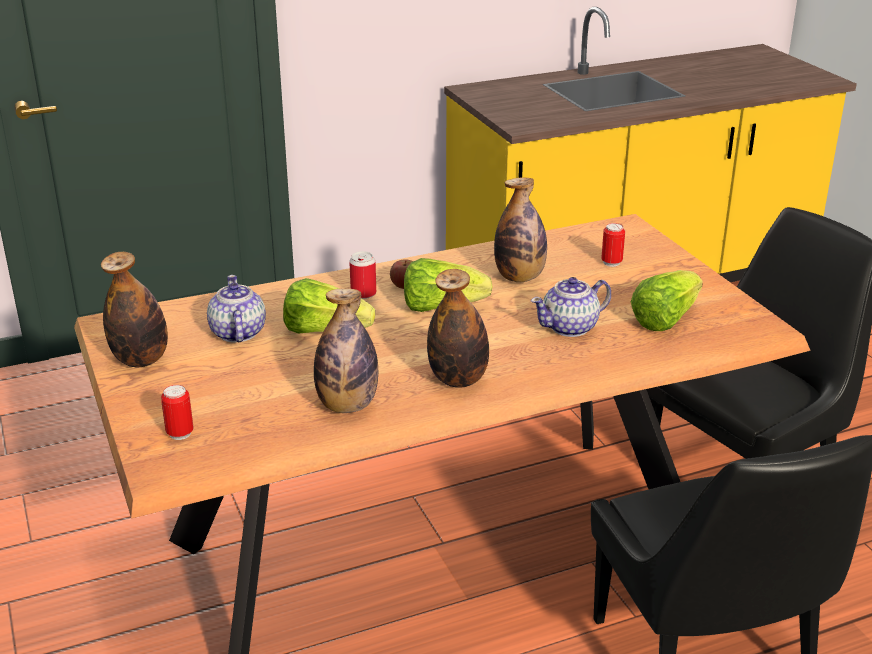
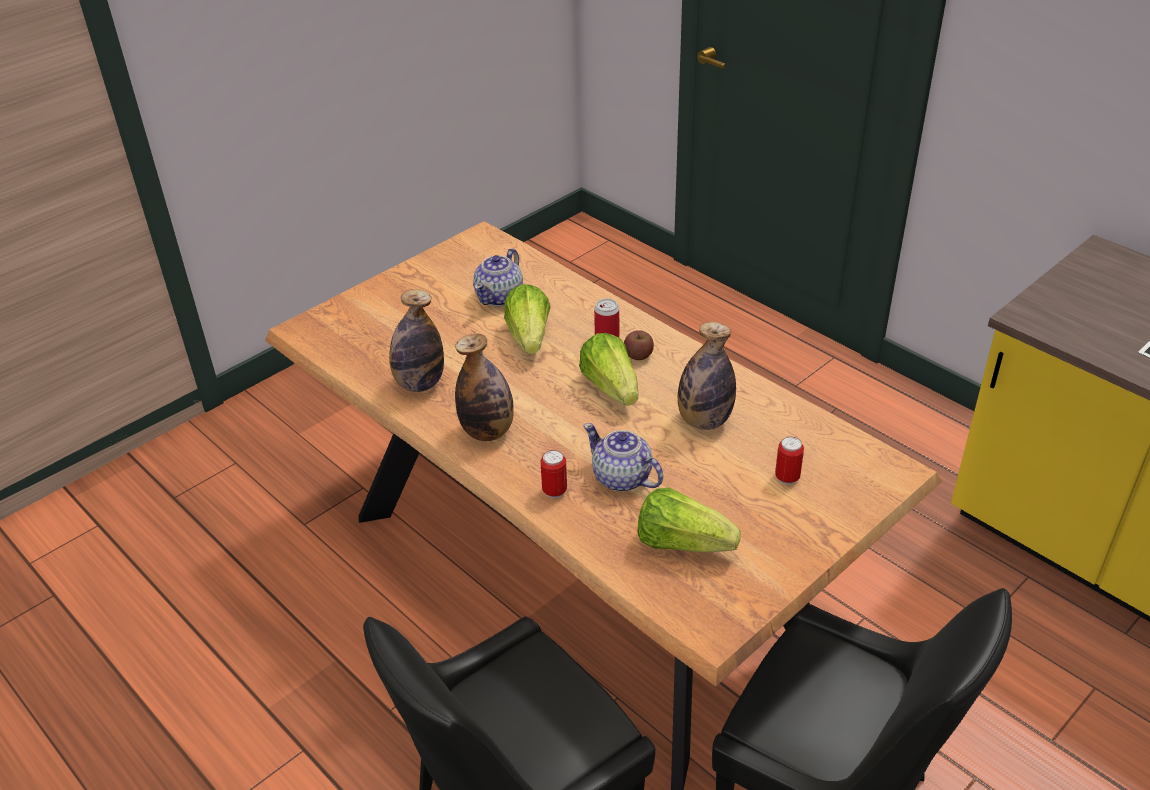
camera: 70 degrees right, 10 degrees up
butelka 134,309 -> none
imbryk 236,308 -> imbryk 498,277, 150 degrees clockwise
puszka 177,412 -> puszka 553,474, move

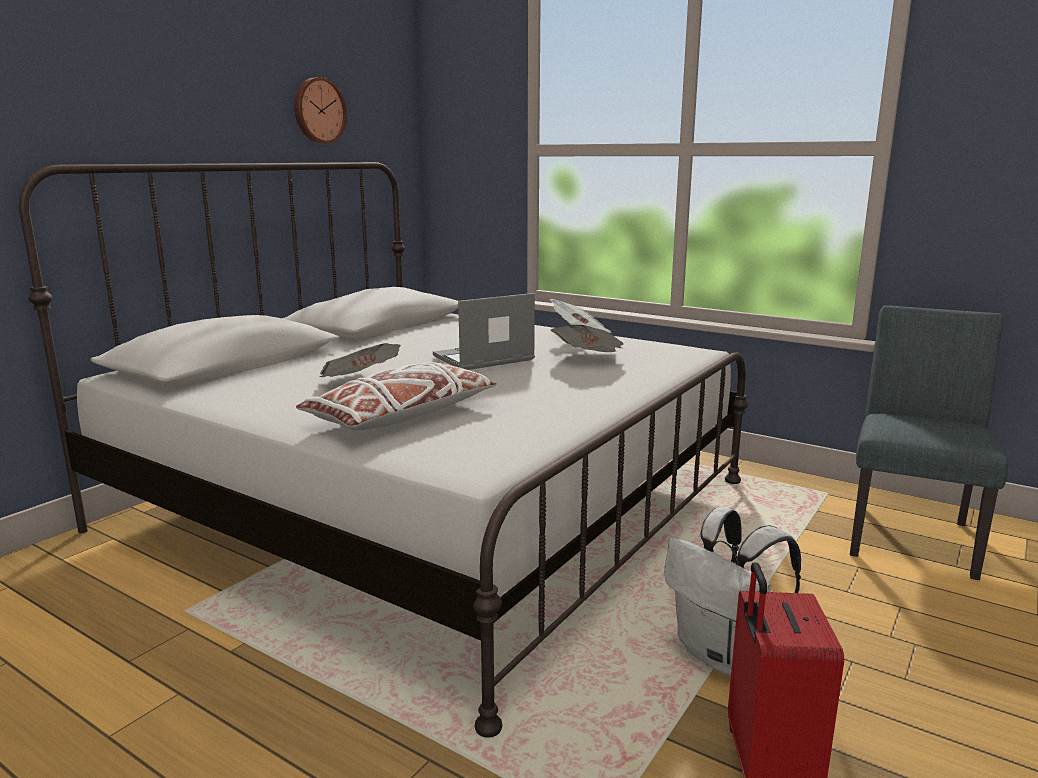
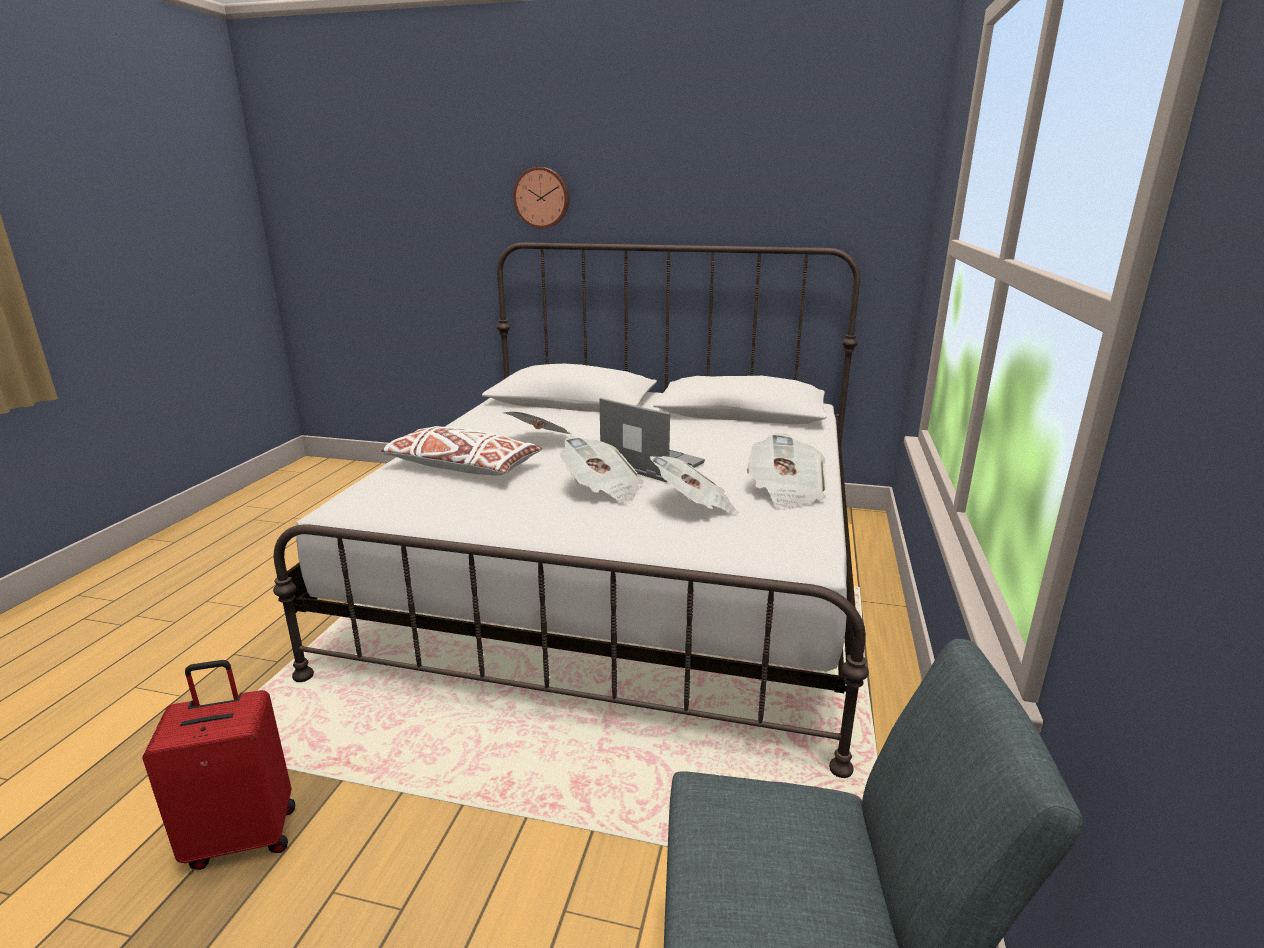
camera: 70 degrees right, 5 degrees up
zegar ścienny 320,110 -> zegar ścienny 541,197, move
plecak (biały) 732,591 -> none
none -> gazeta 601,470

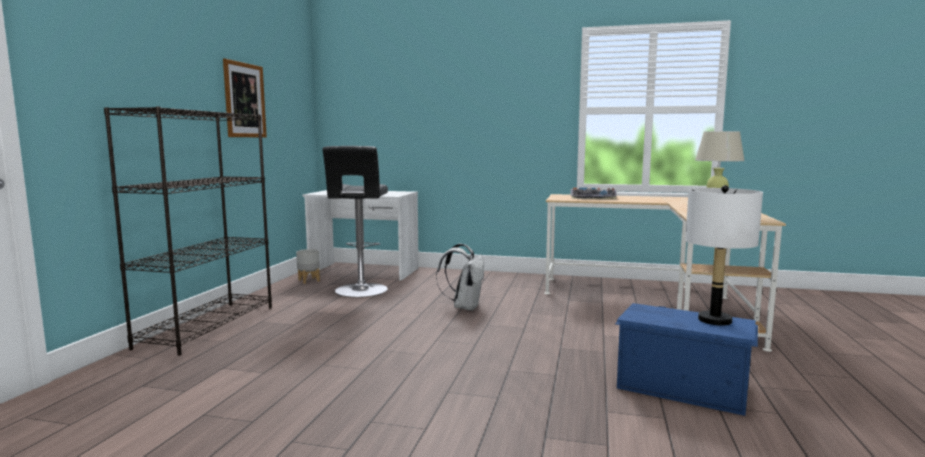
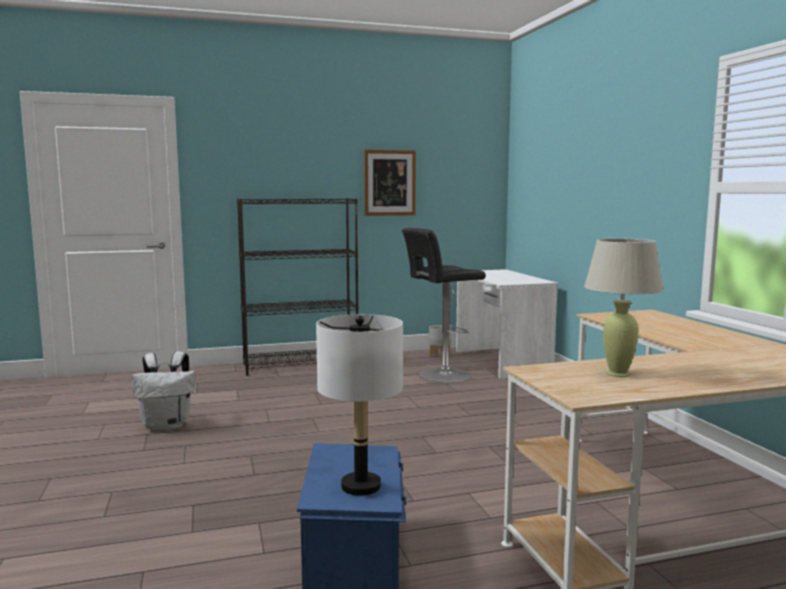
camera: 60 degrees right, 0 degrees up
klawiatura 594,193 -> none
plecak (biały) 460,277 -> plecak (biały) 163,391, move

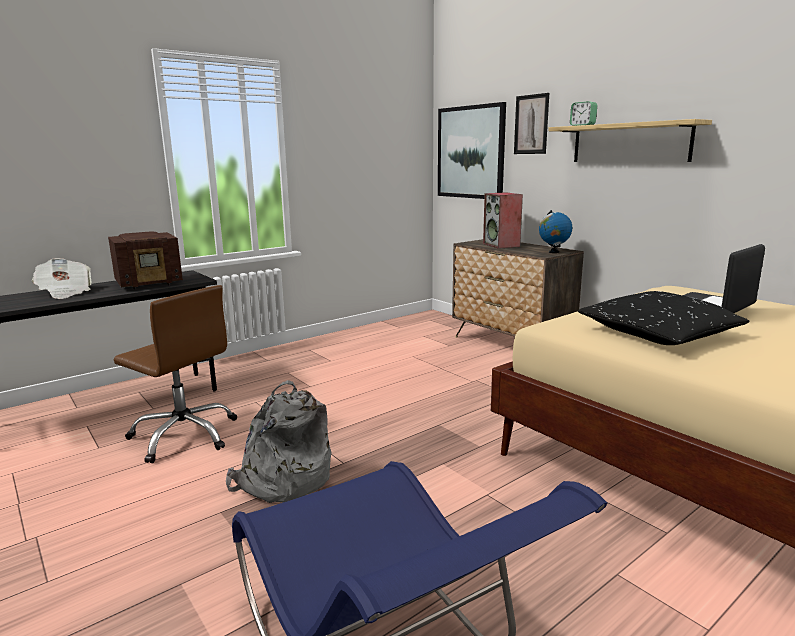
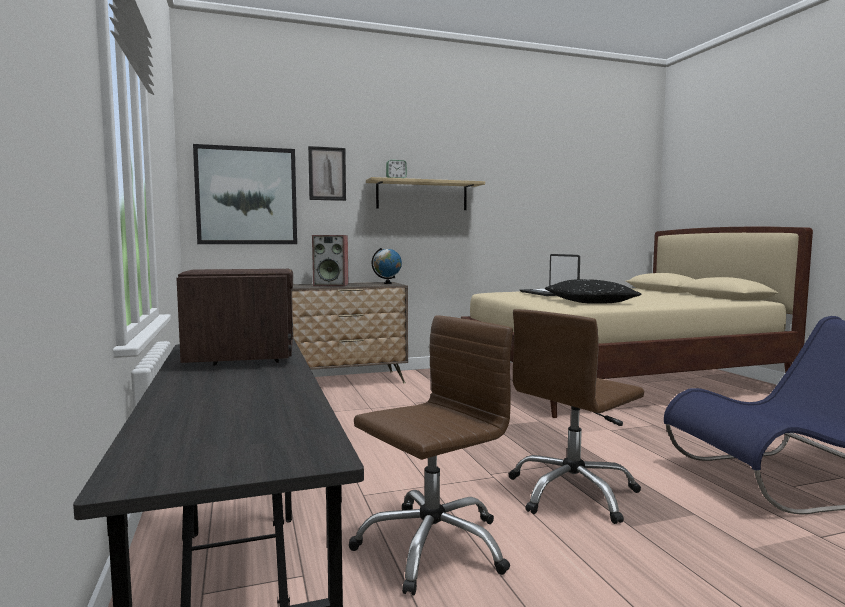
camera: 70 degrees left, 10 degrees down
gazeta 62,278 -> none
plecak (szary) 279,441 -> krzesło biurowe (brązowy) 576,416

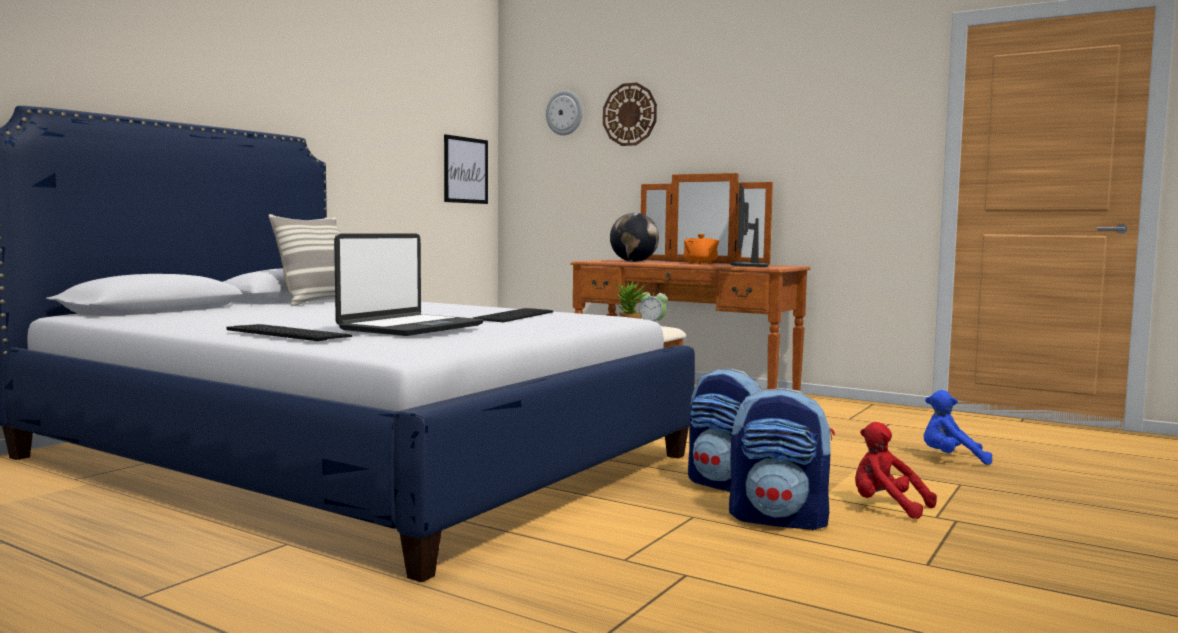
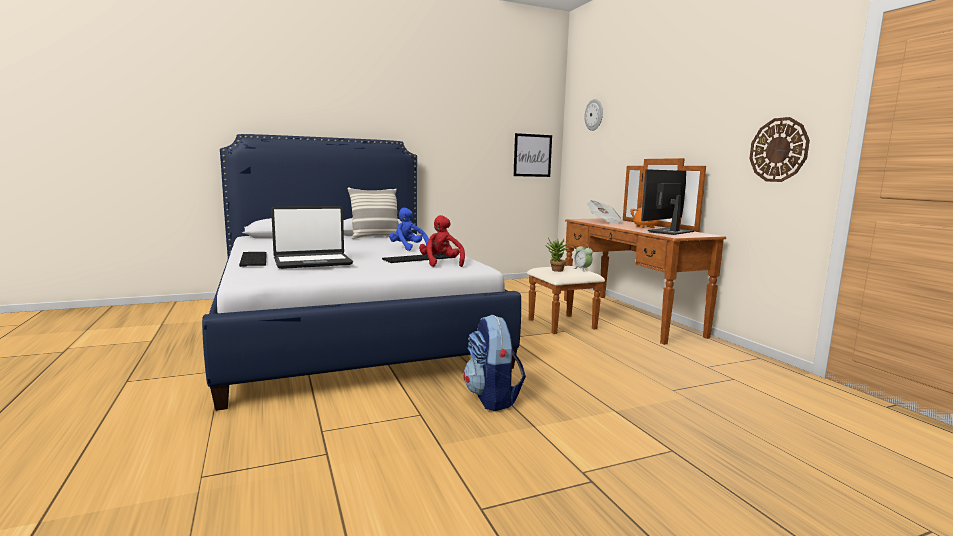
camera: 35 degrees right, 5 degrees up
zegar ścienny 630,114 -> zegar ścienny 779,149, move
globus 634,237 -> gazeta 605,212
plecak 782,459 -> none
pluszak (niebieski) 957,427 -> pluszak (niebieski) 409,229, move
pluszak (czerwony) 896,470 -> pluszak (czerwony) 442,241, move

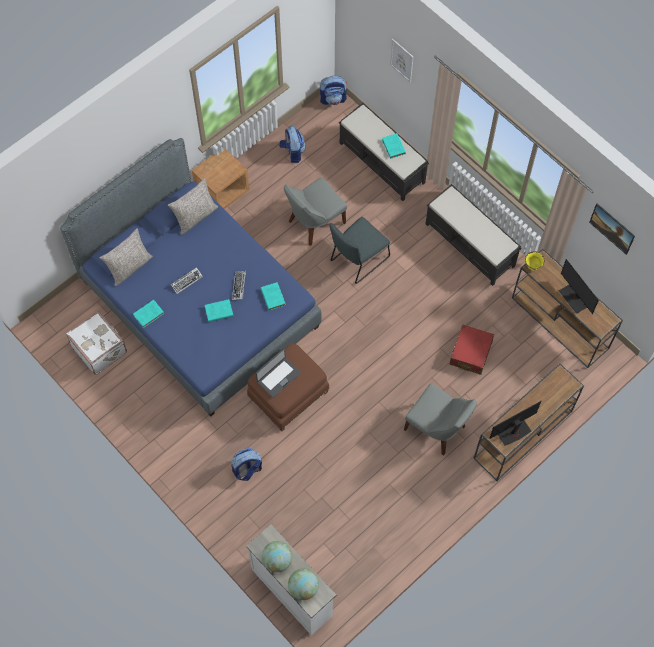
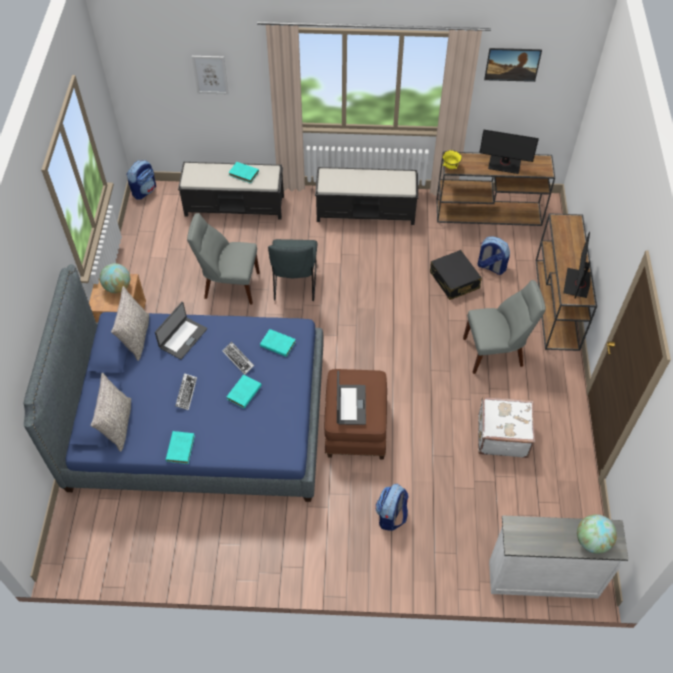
camera: 45 degrees left, 10 degrees down
plecak 292,144 -> plecak 493,255, move
krzesło (szary) 315,211 -> krzesło (szary) 223,259, 90 degrees clockwise
walizka (biały) 96,343 -> walizka (biały) 506,427, move
walizka (czerwony) 472,350 -> walizka (czarny) 456,275
globus 277,556 -> globus 115,278, move
none -> laptop 181,331

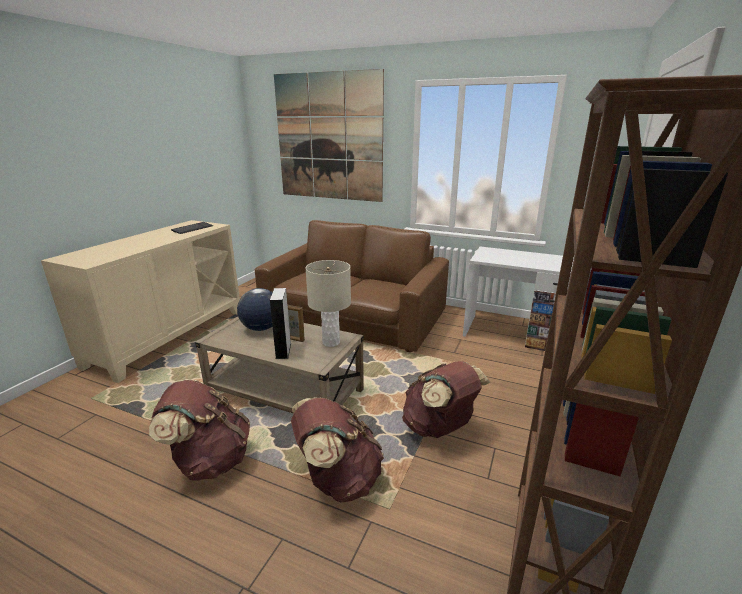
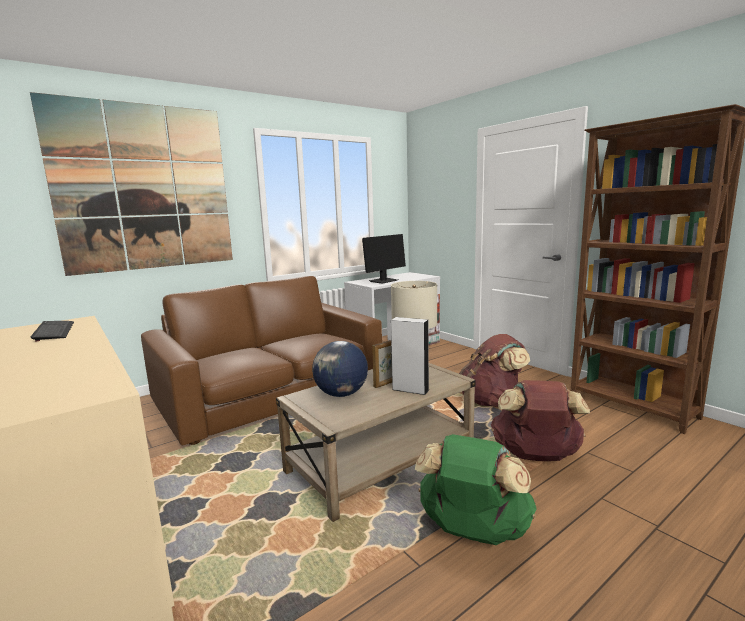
camera: 60 degrees left, 10 degrees down
plecak (brązowy) 199,430 -> plecak (zielony) 476,489
none -> monitor 384,259

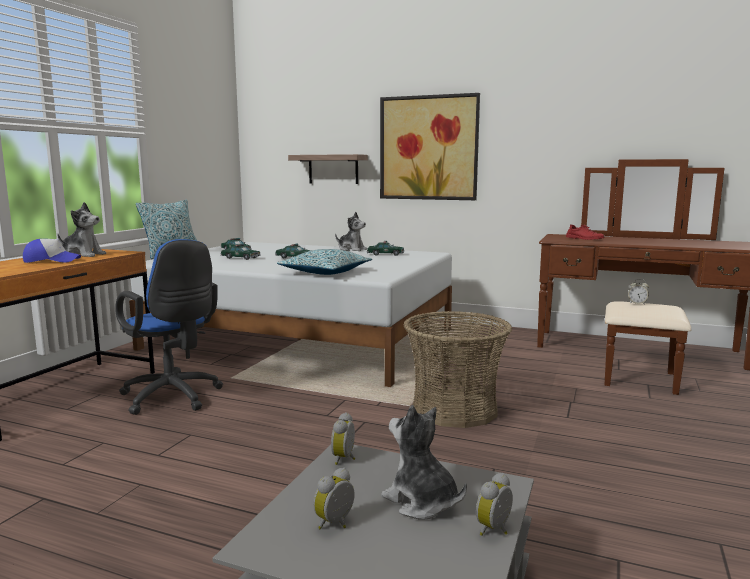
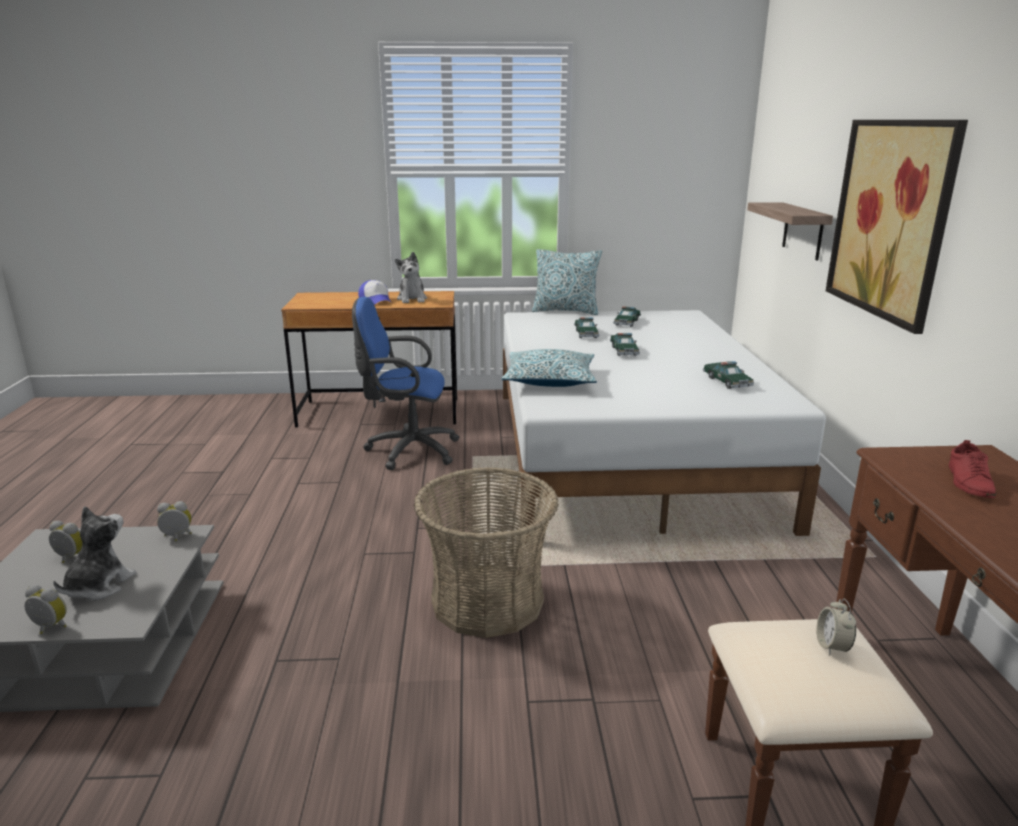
camera: 65 degrees right, 10 degrees up
pluszak 351,231 -> none
krzesło biurowe (niebieski) 169,327 -> krzesło biurowe (niebieski) 405,383, 75 degrees clockwise

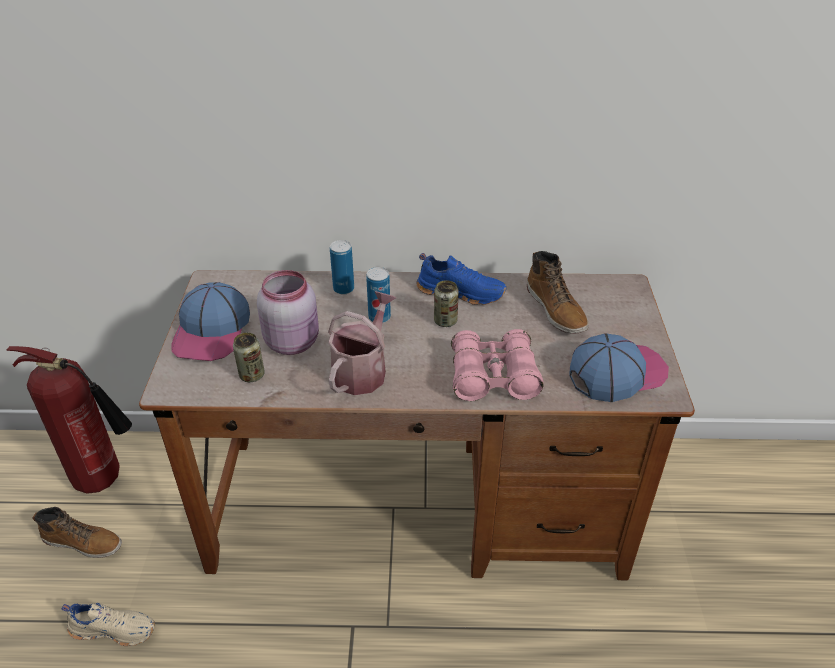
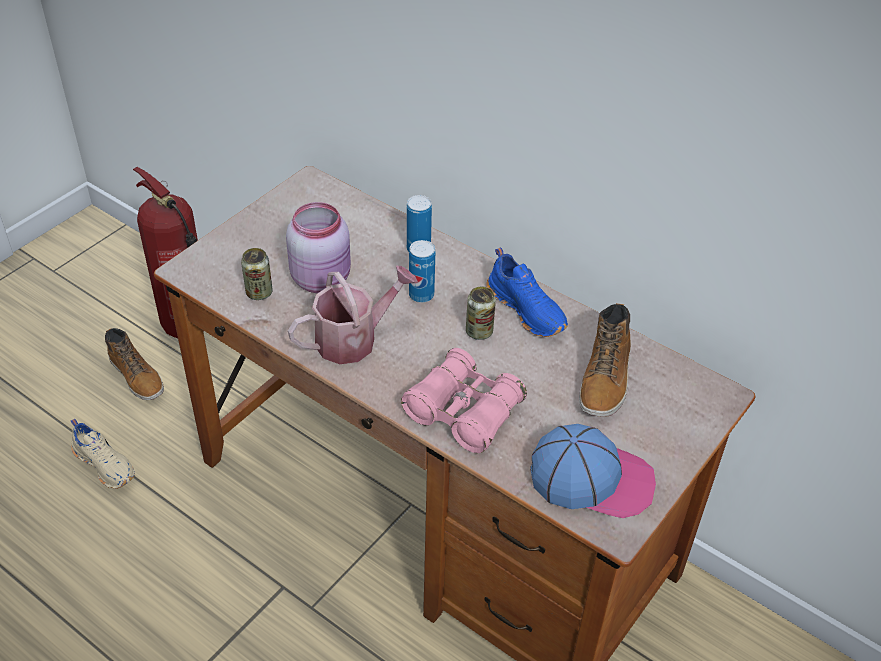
camera: 35 degrees right, 5 degrees up
czapka z daszkiem 210,321 -> none

